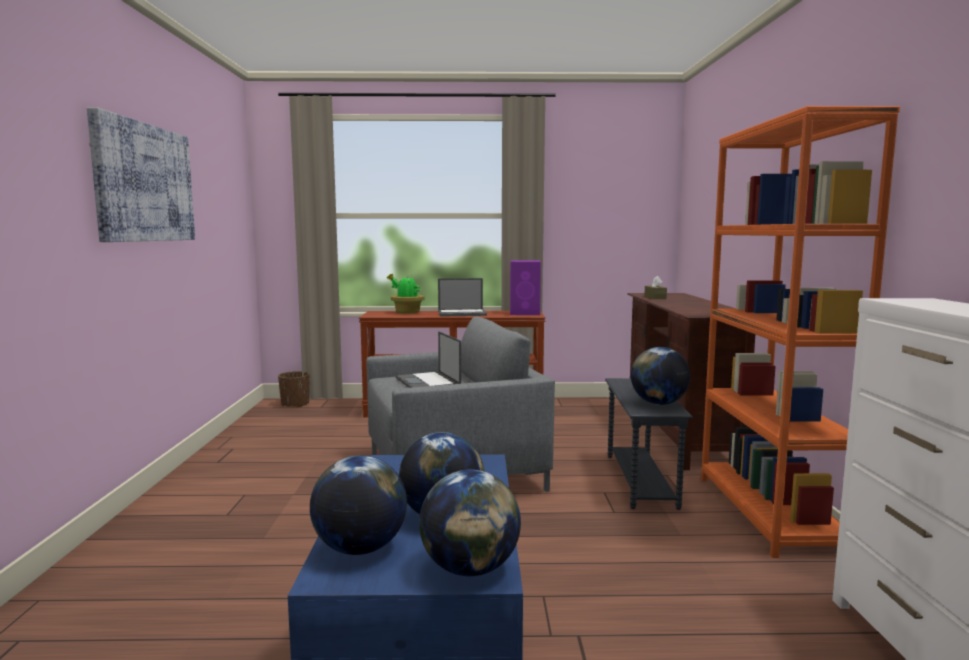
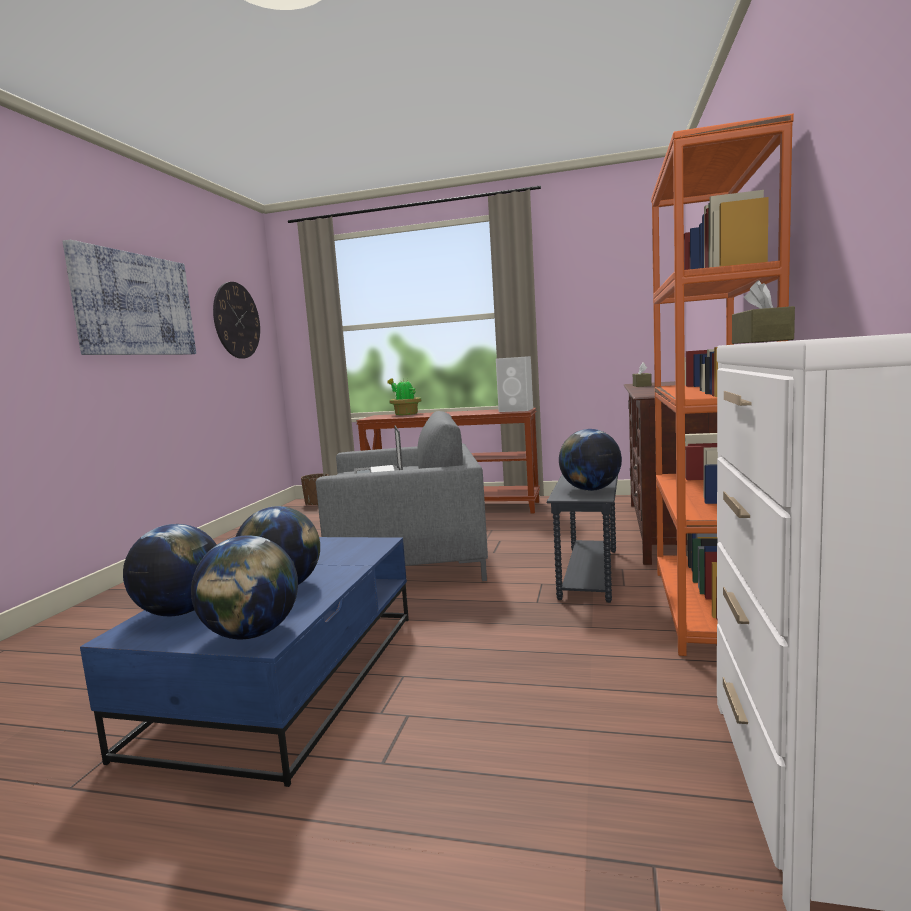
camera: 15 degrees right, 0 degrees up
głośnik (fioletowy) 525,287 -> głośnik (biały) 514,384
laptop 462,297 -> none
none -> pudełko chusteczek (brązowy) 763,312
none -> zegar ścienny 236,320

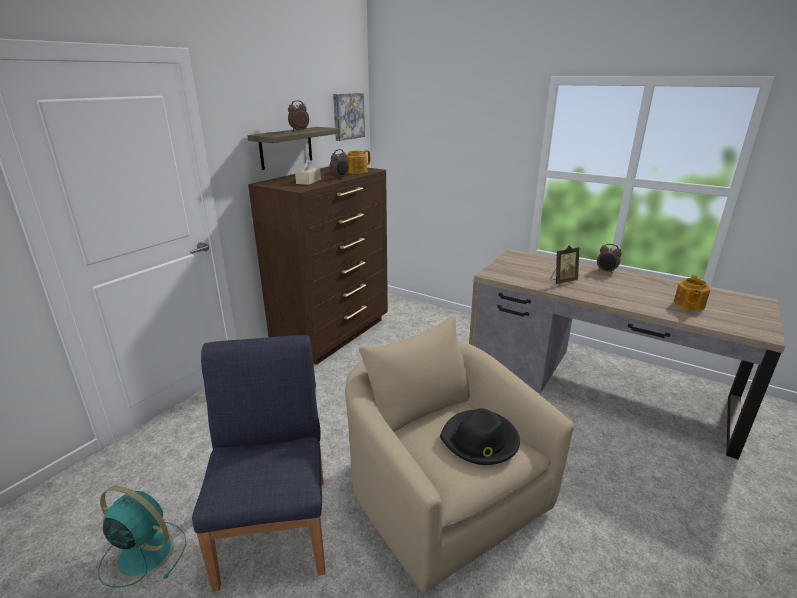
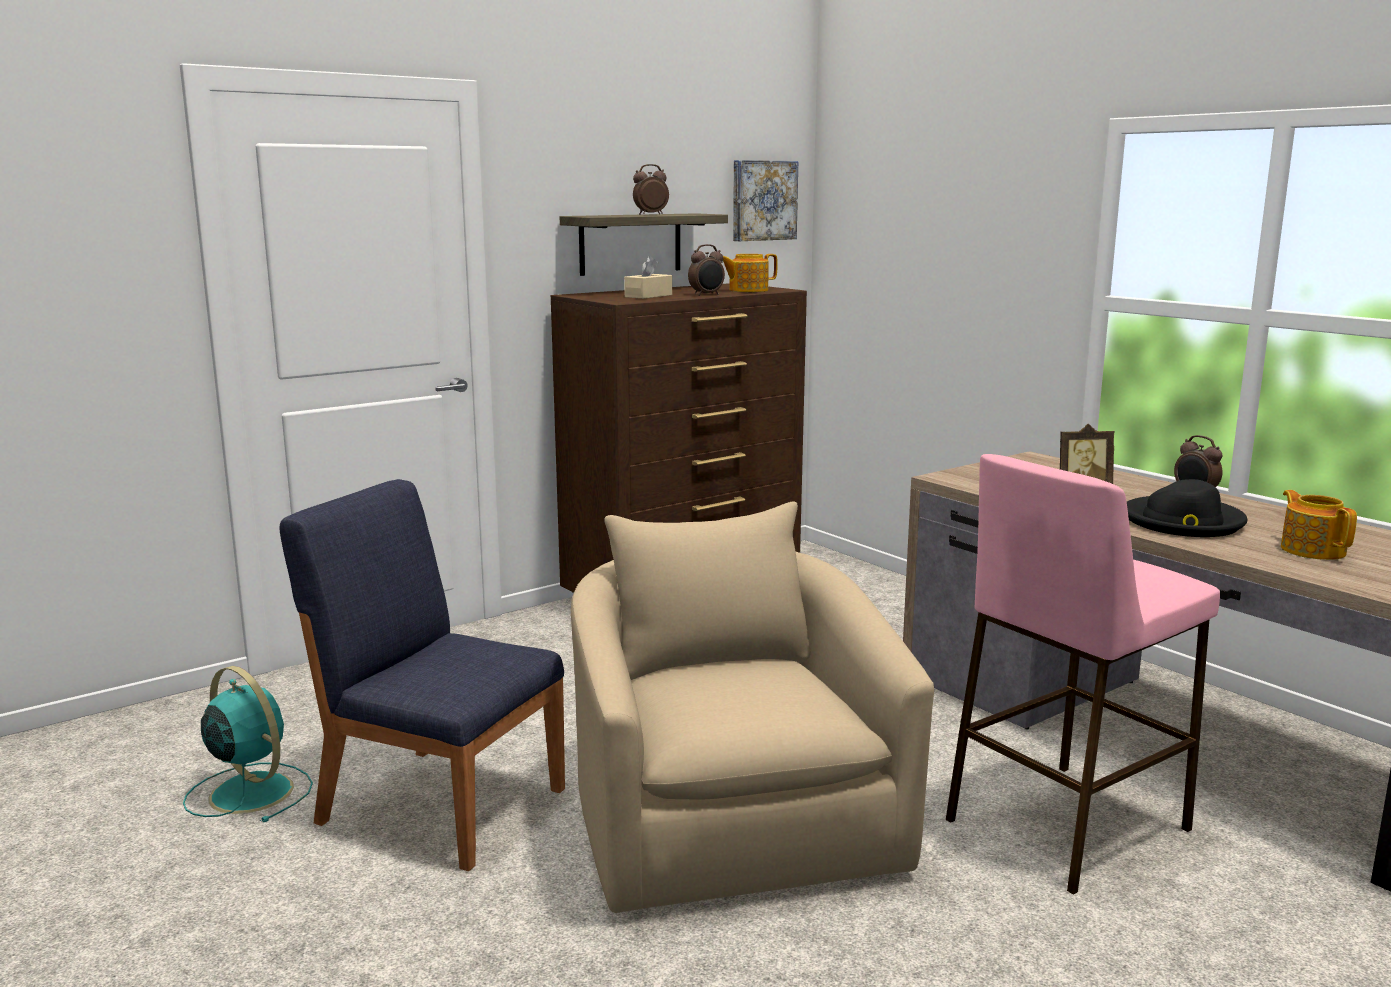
camera: 20 degrees right, 10 degrees down
imbryk 692,293 -> imbryk 1319,525, 120 degrees clockwise
krzesło (niebieski) 258,463 -> krzesło (niebieski) 422,675, 75 degrees counterclockwise
kapelusz (czarny) 480,436 -> kapelusz (czarny) 1187,508, move
none -> stołek (różowy) 1083,674

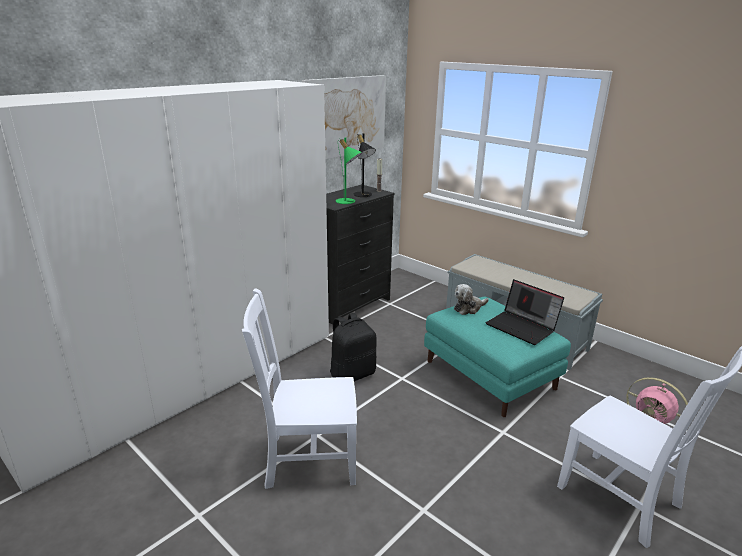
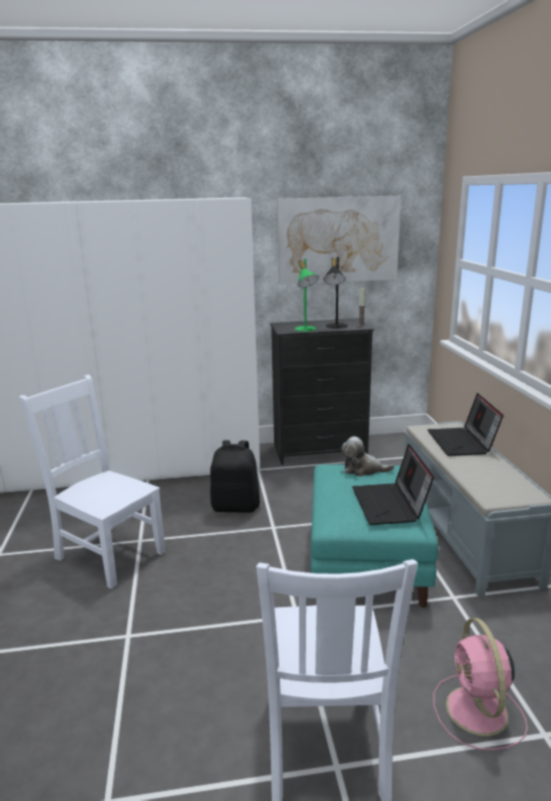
camera: 40 degrees right, 5 degrees down
none -> laptop 466,424

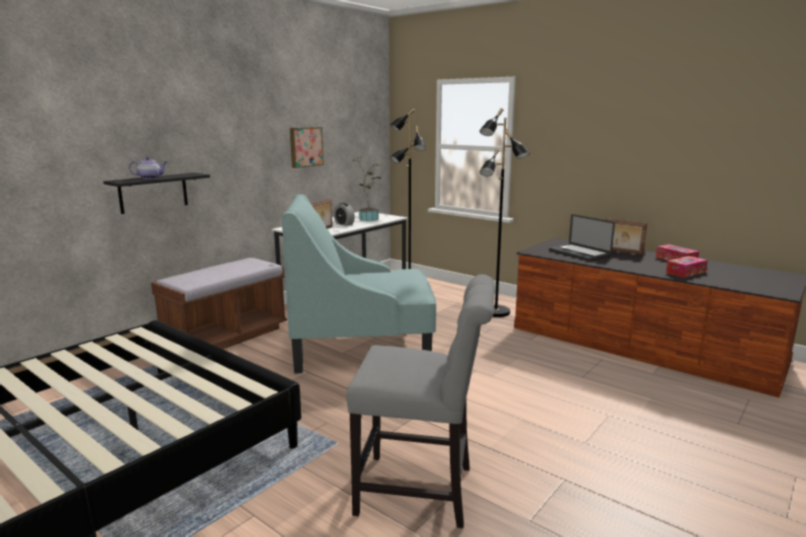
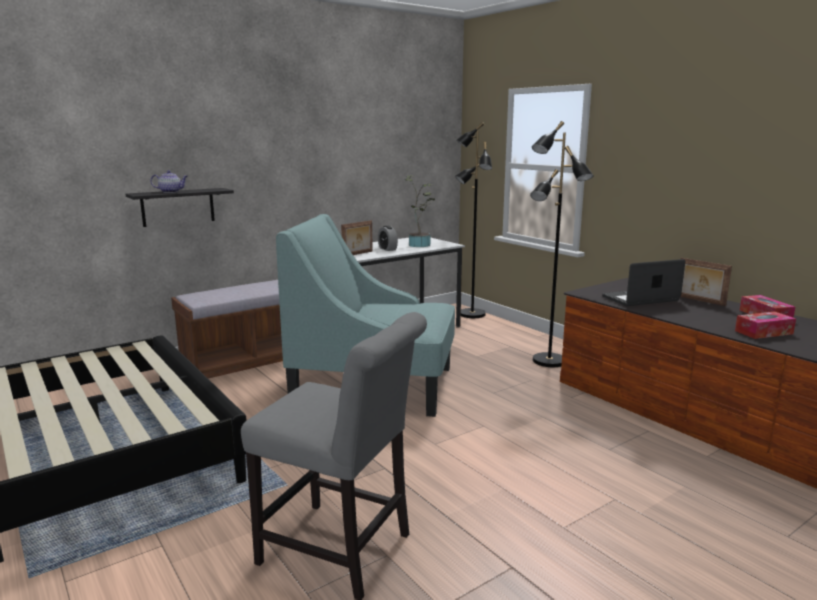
camera: 15 degrees right, 0 degrees up
obraz 307,147 -> none
laptop 582,237 -> laptop 643,282, 90 degrees clockwise

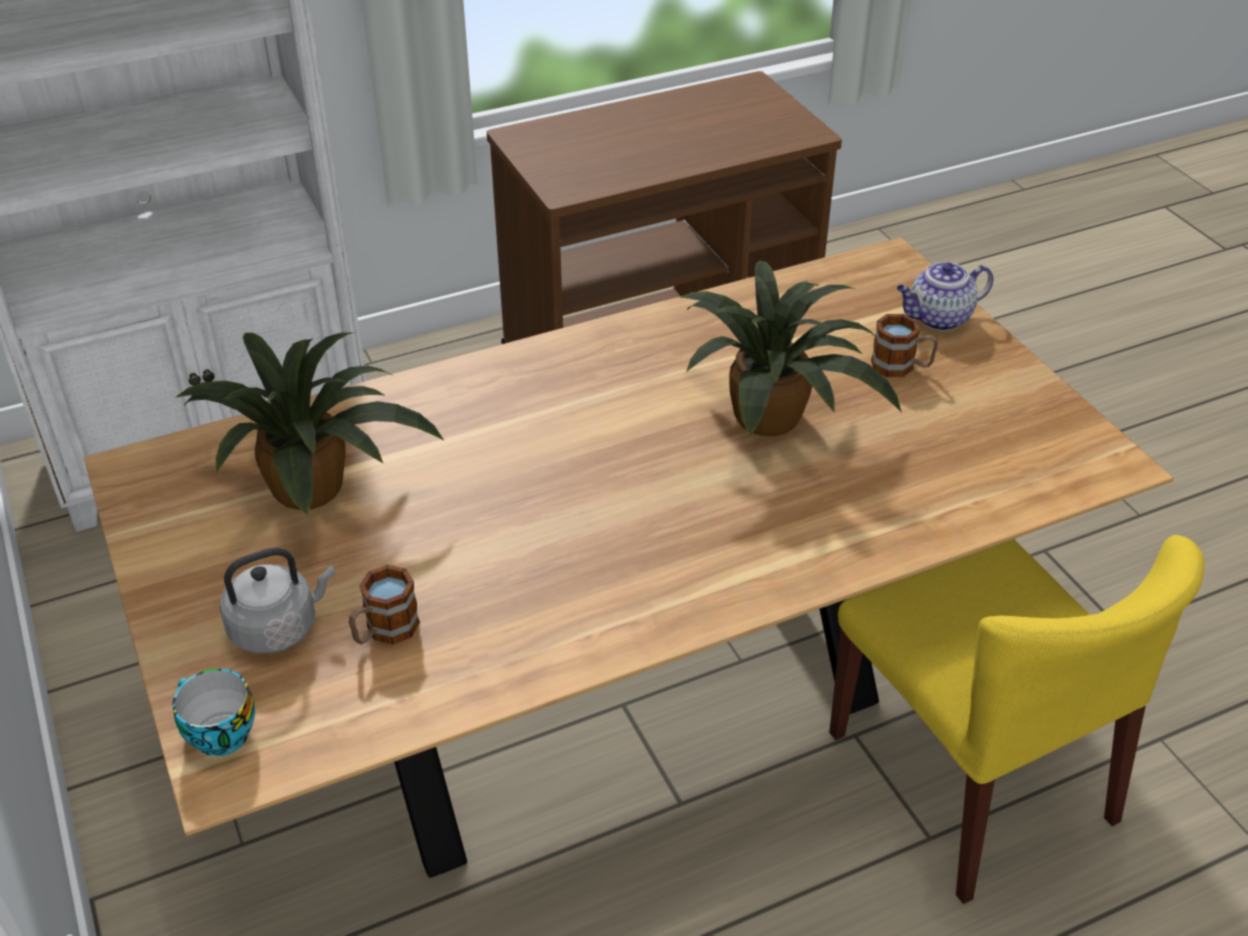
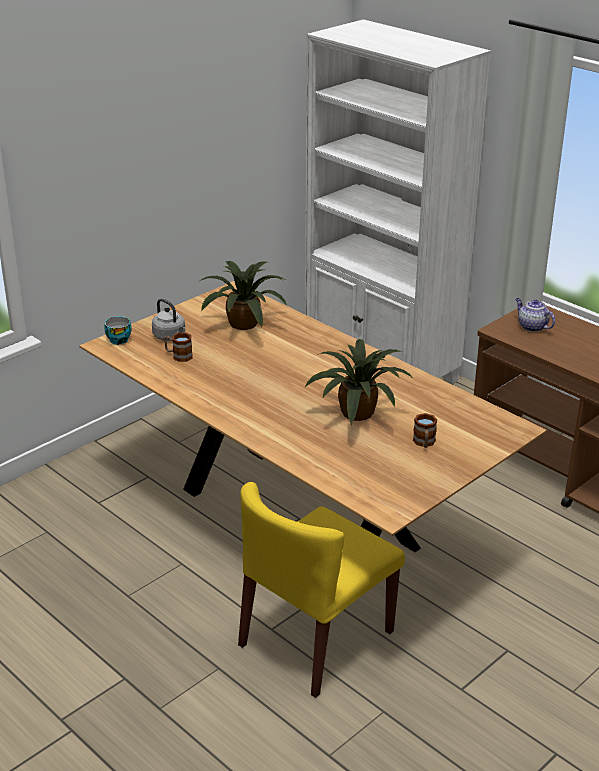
camera: 70 degrees right, 10 degrees down
imbryk 945,296 -> imbryk 535,315, move

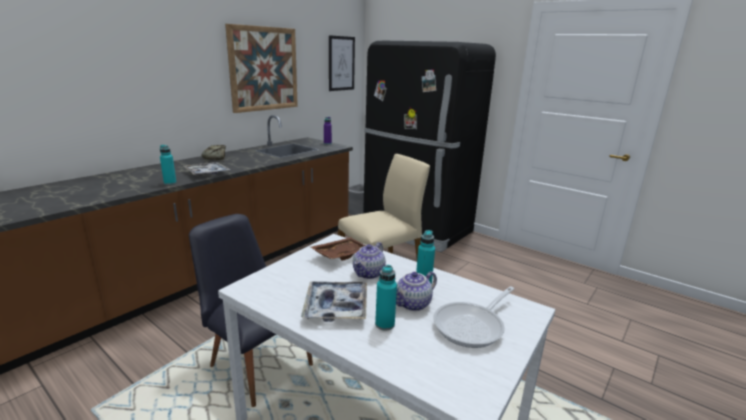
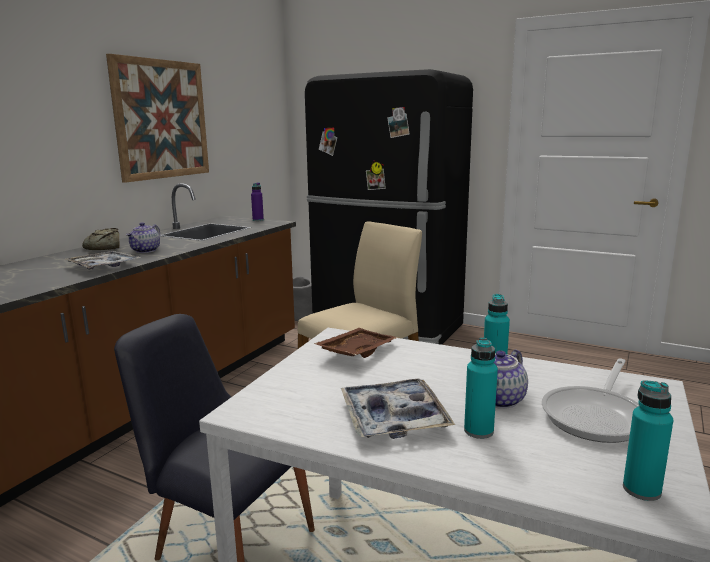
camera: 10 degrees left, 5 degrees down
obraz 342,63 -> none
butelka (turkusowy) 168,165 -> butelka (turkusowy) 648,440, move
imbryk 369,260 -> imbryk 143,237, move

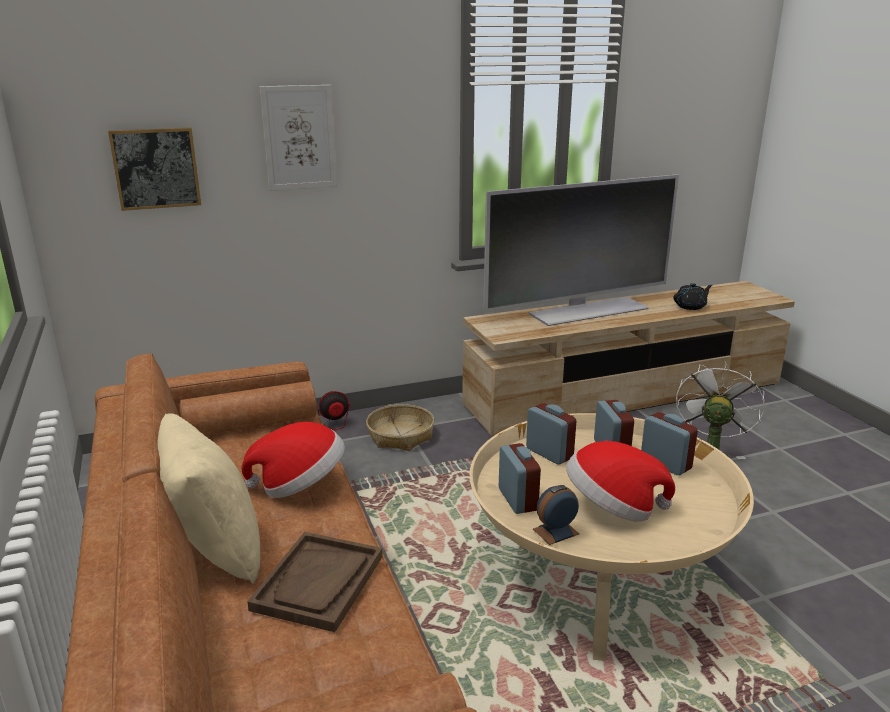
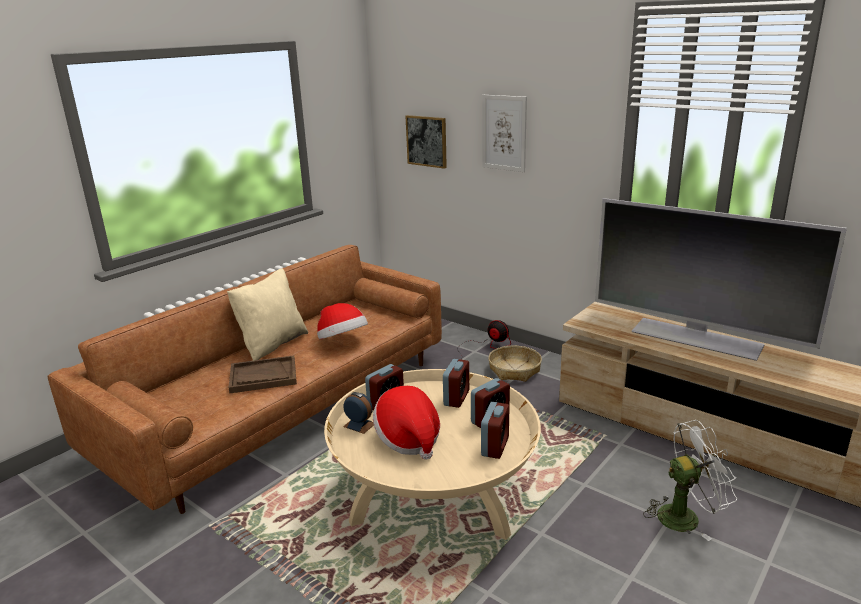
camera: 60 degrees right, 0 degrees up
imbryk (czarny) 692,296 -> none

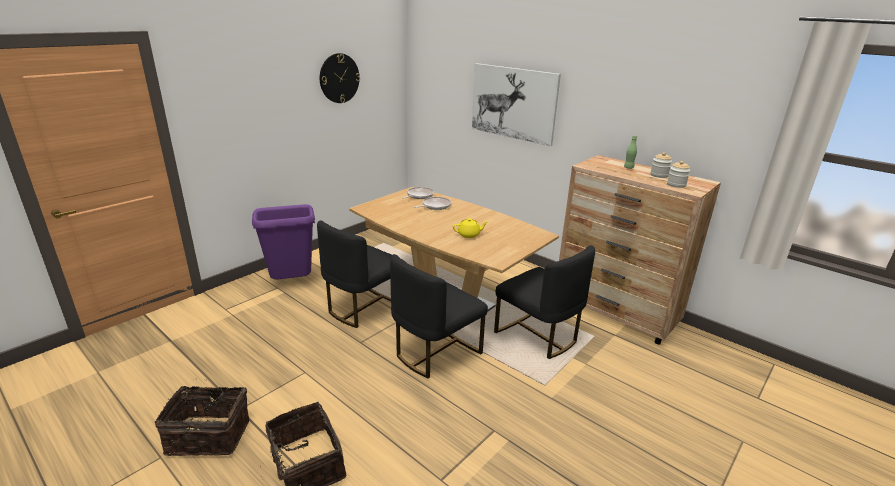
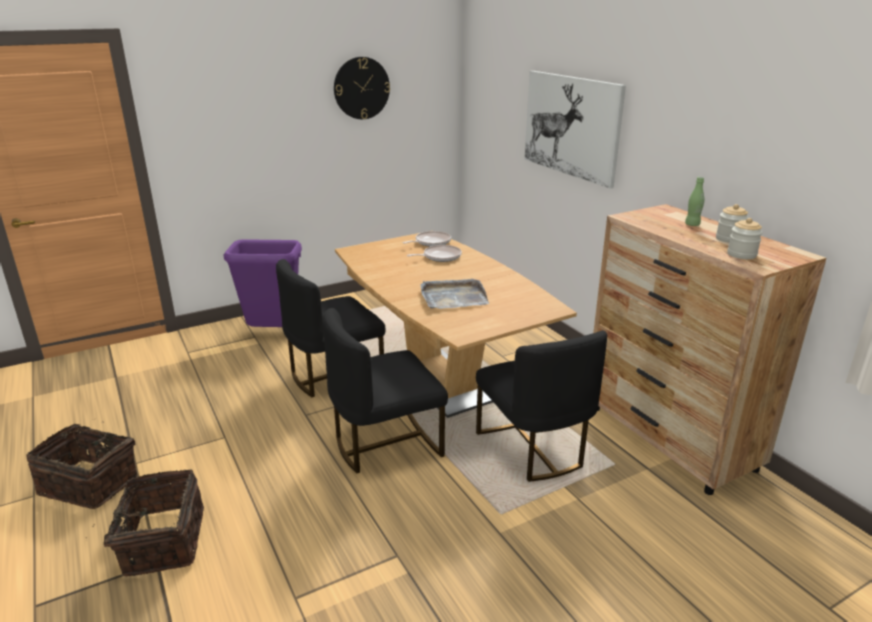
camera: 20 degrees right, 0 degrees up
imbryk (żółty) 470,228 -> taca (szary) 454,294

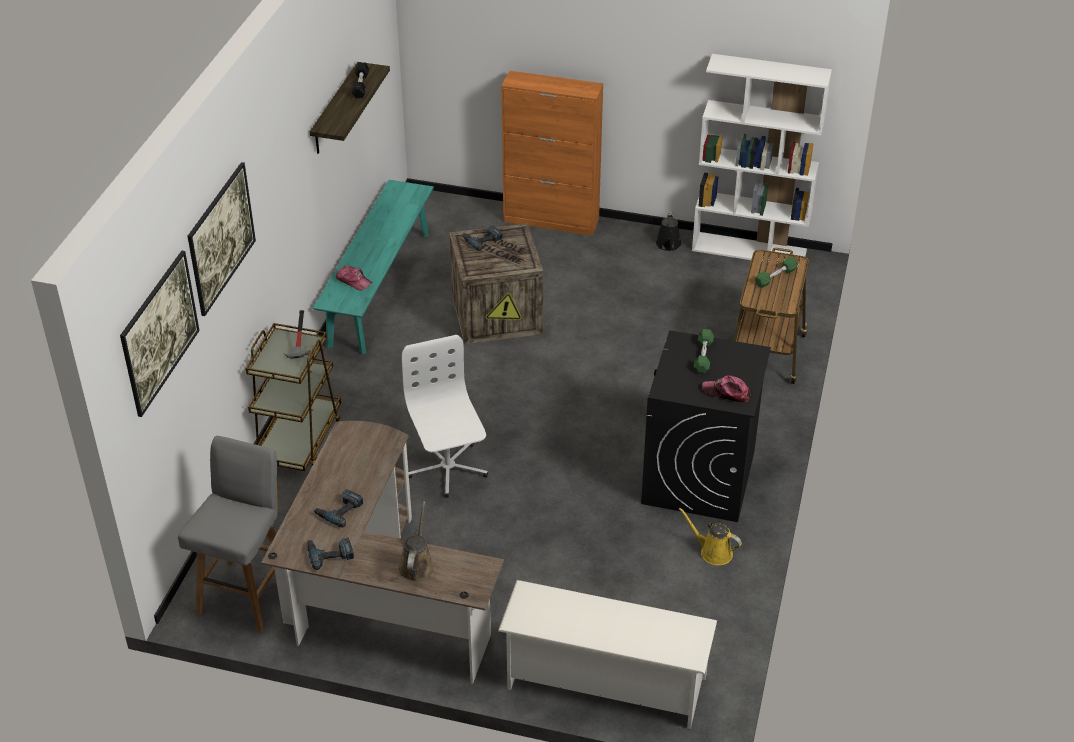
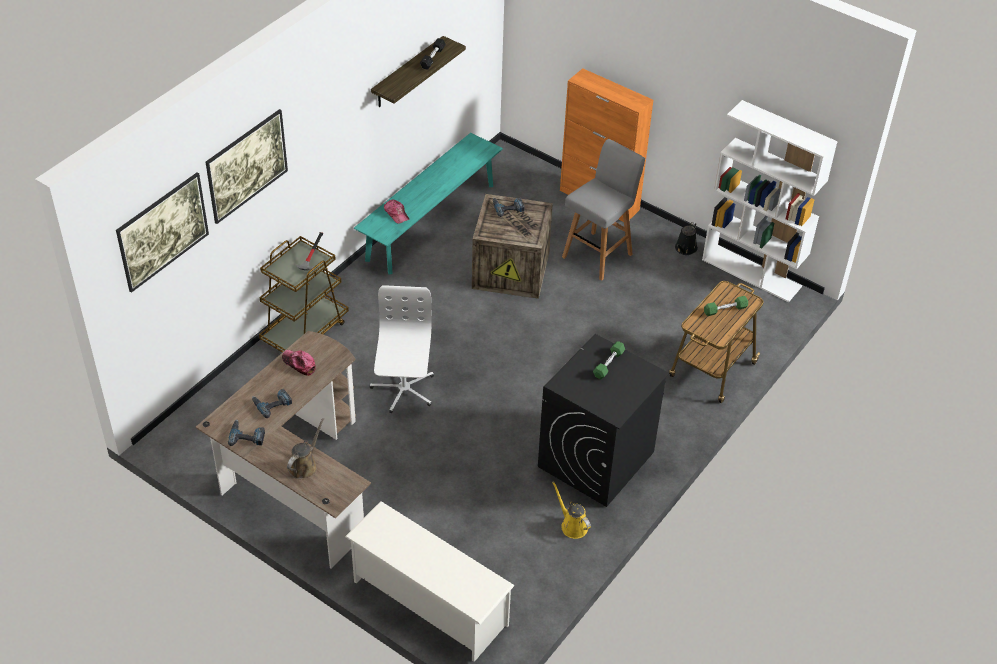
camera: 20 degrees right, 5 degrees up
czapka z daszkiem 726,389 -> czapka z daszkiem 299,363, move
stołek (szary) 228,534 -> stołek (szary) 603,210, move

